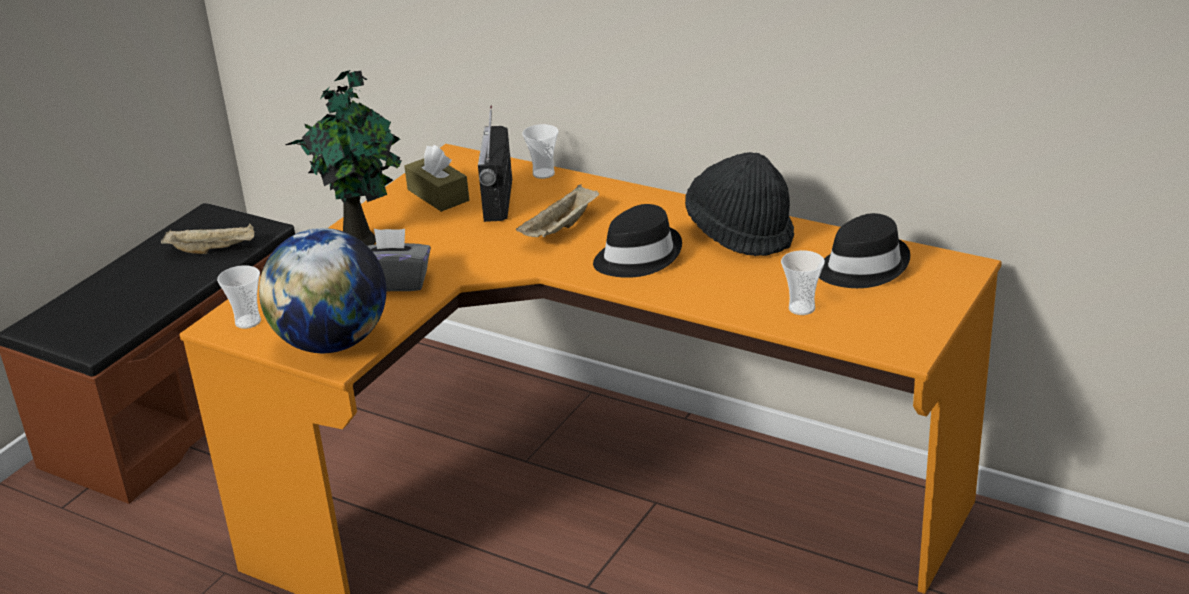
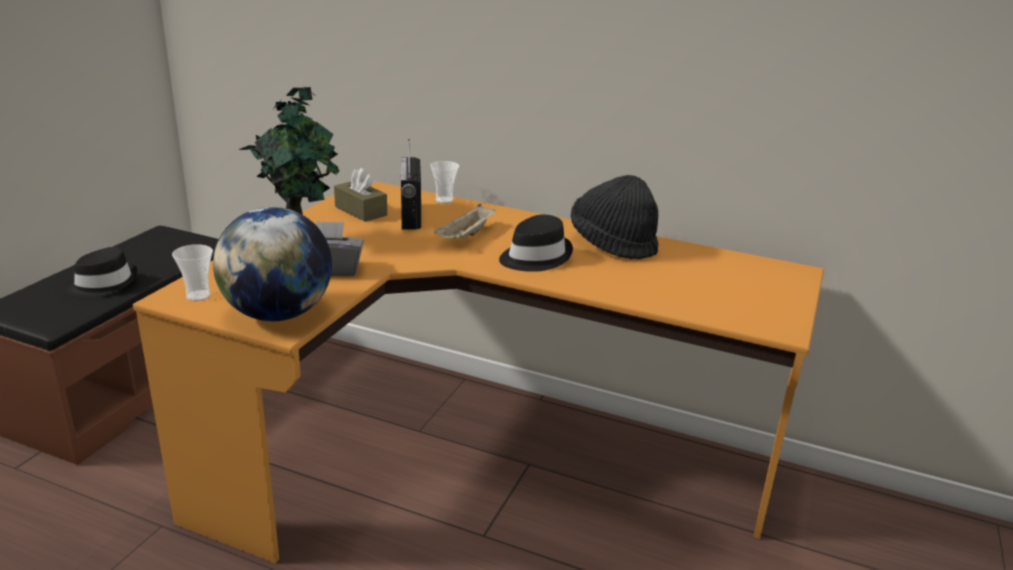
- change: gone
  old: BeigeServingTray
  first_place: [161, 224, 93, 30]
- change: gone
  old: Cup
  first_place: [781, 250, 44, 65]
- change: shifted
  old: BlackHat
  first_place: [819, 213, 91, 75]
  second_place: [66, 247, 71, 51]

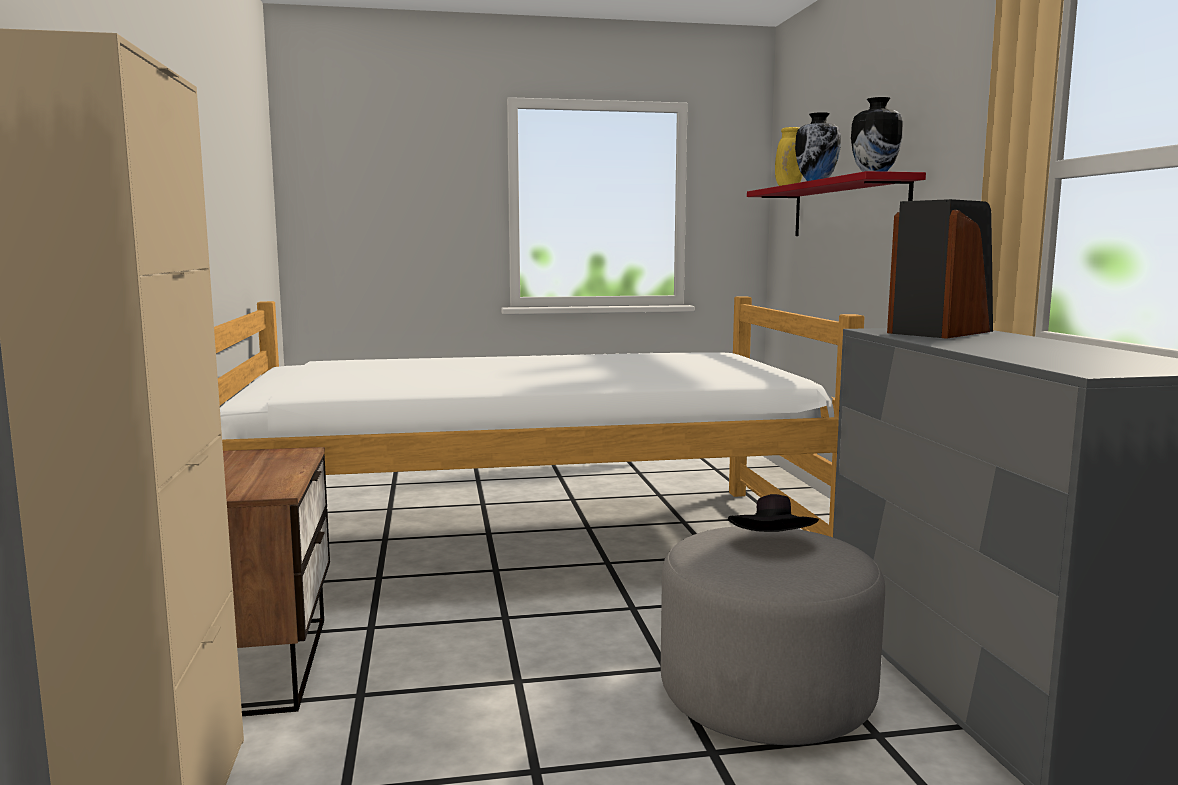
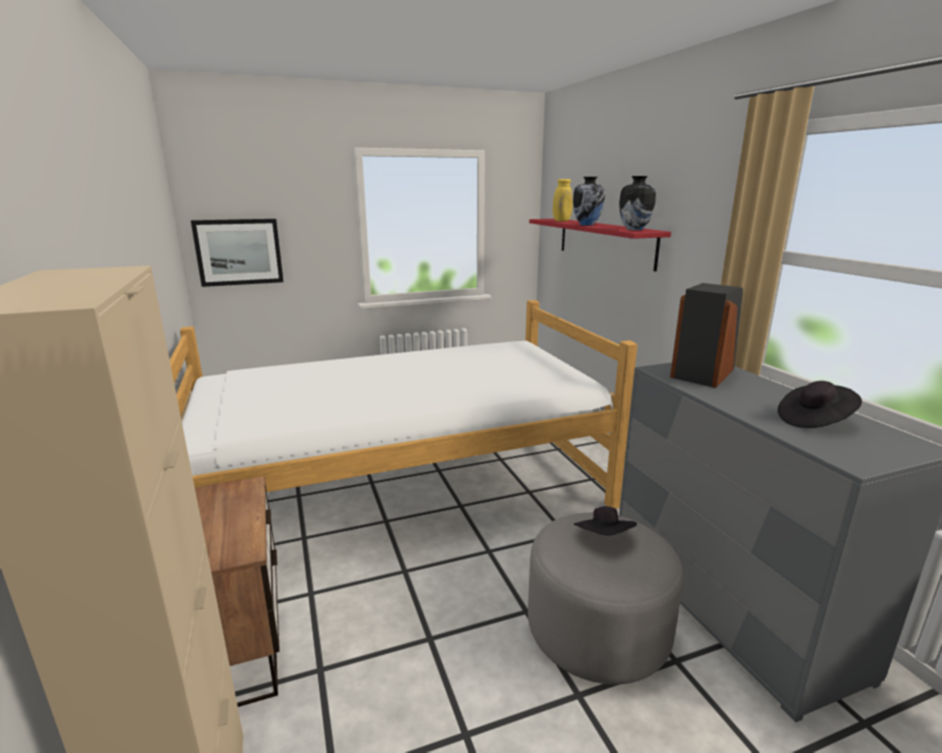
- change: new
  new: WallArt
  second_place: [191, 219, 93, 68]
- change: new
  new: BlackHat
  second_place: [778, 381, 84, 47]

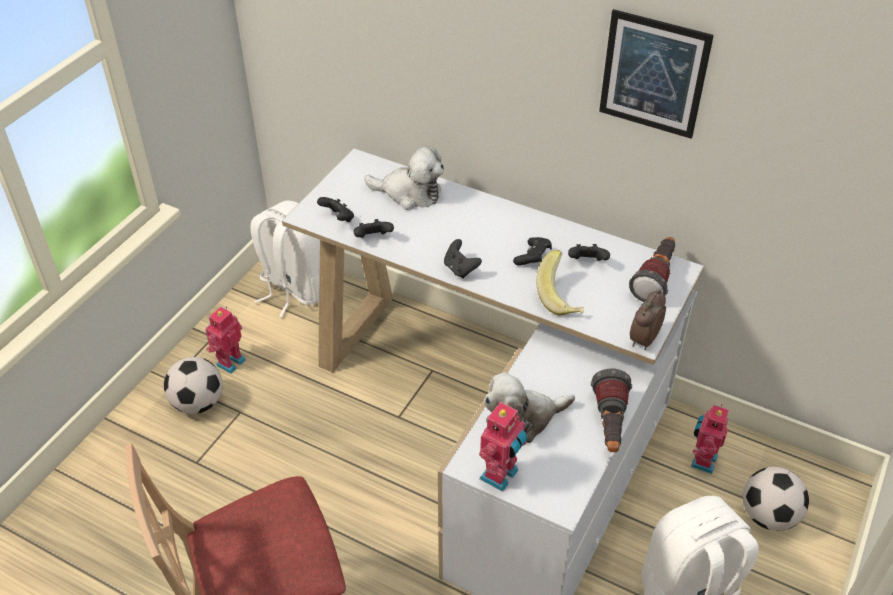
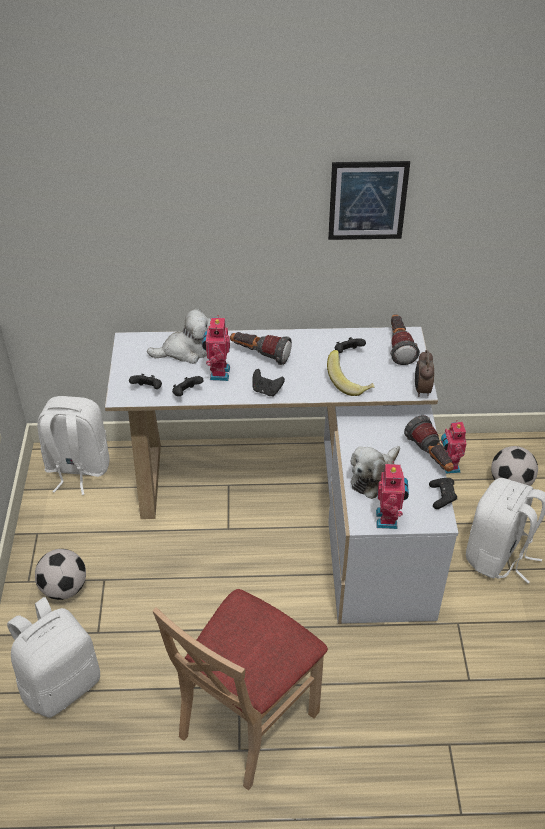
- change: new
  new: WhiteColouredKnapsack
  second_place: [7, 597, 93, 121]
- change: new
  new: Flashlight
  second_place: [230, 332, 62, 33]
- change: shifted
  old: ModelRobot
  first_place: [205, 307, 41, 67]
  second_place: [202, 315, 28, 66]
- change: shifted
  old: BlackJoypad
  first_place: [513, 237, 39, 29]
  second_place: [429, 478, 28, 31]

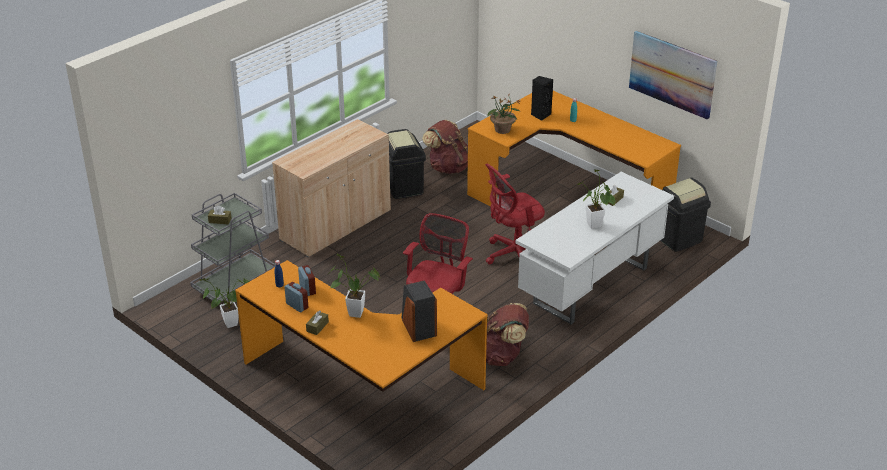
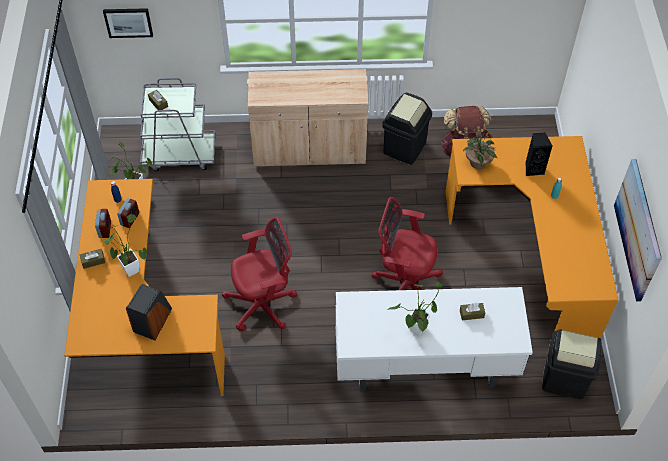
- change: gone
  old: BrownColouredKnapsack
  first_place: [486, 303, 43, 63]
- change: new
  new: WallArt
  second_place: [103, 8, 50, 30]

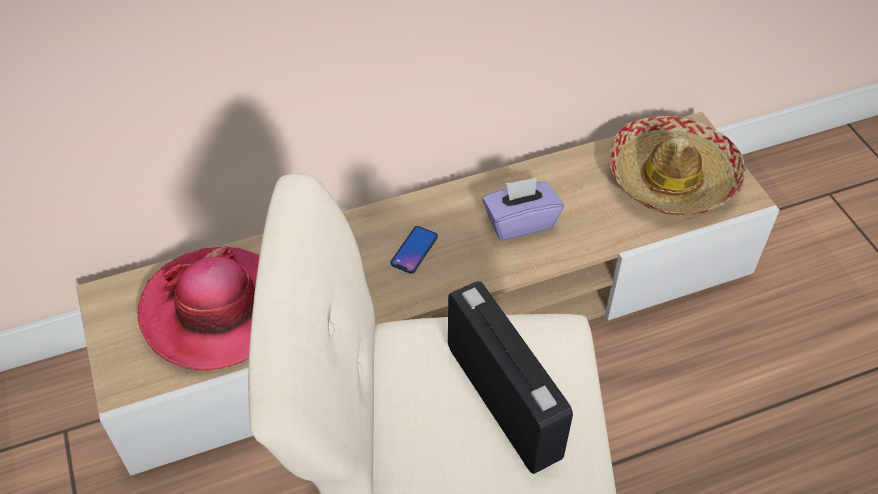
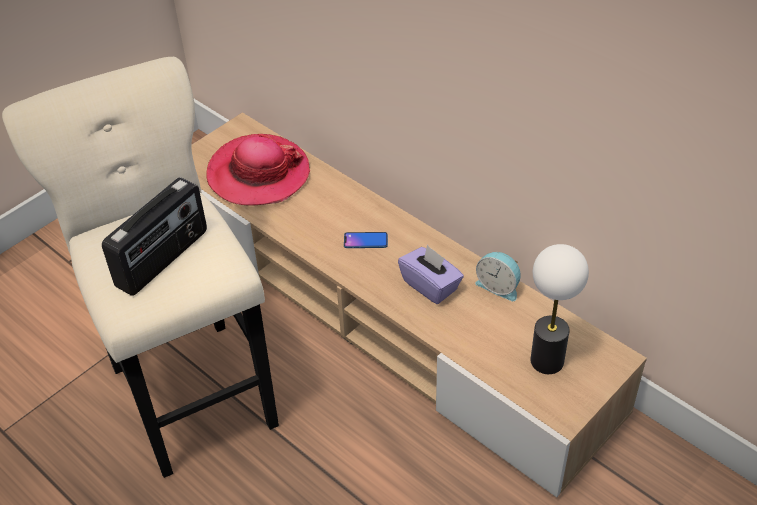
- change: new
  new: AlarmClock
  second_place: [475, 252, 46, 49]
- change: swapped
  old: Hat
  new: TableLamp
  first_place: [609, 116, 137, 99]
  second_place: [530, 244, 59, 130]

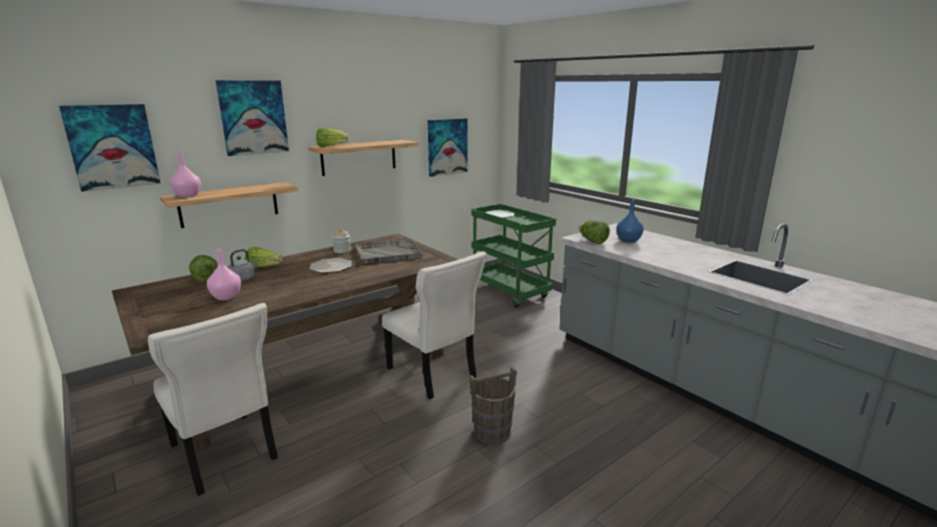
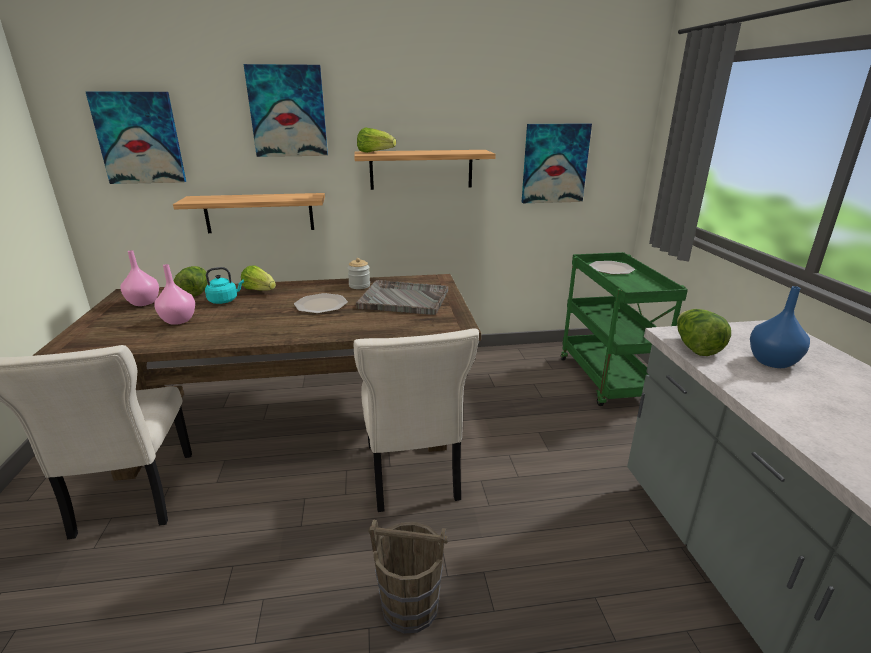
- change: shifted
  old: PinkDecorativeVase
  first_place: [170, 151, 31, 47]
  second_place: [121, 250, 38, 56]
- change: repainted
  old: GreyishKettle
  new: TurquoiseKettle
  first_place: [227, 249, 32, 32]
  second_place: [205, 267, 39, 37]

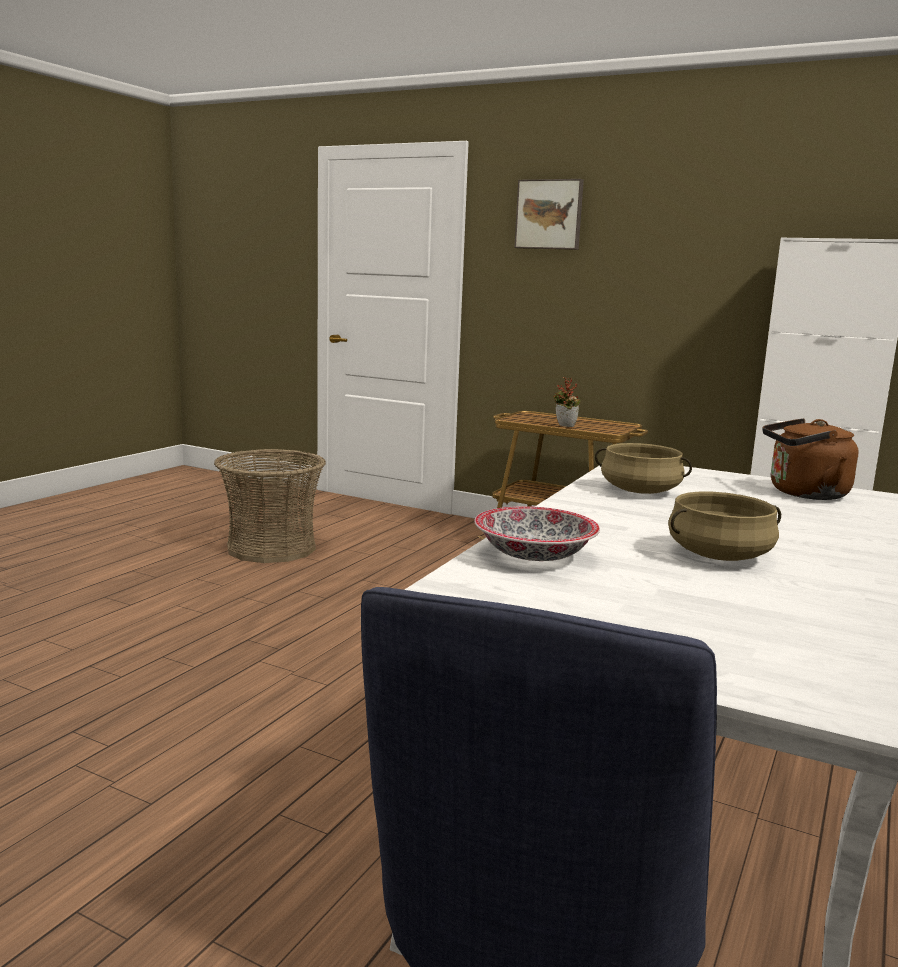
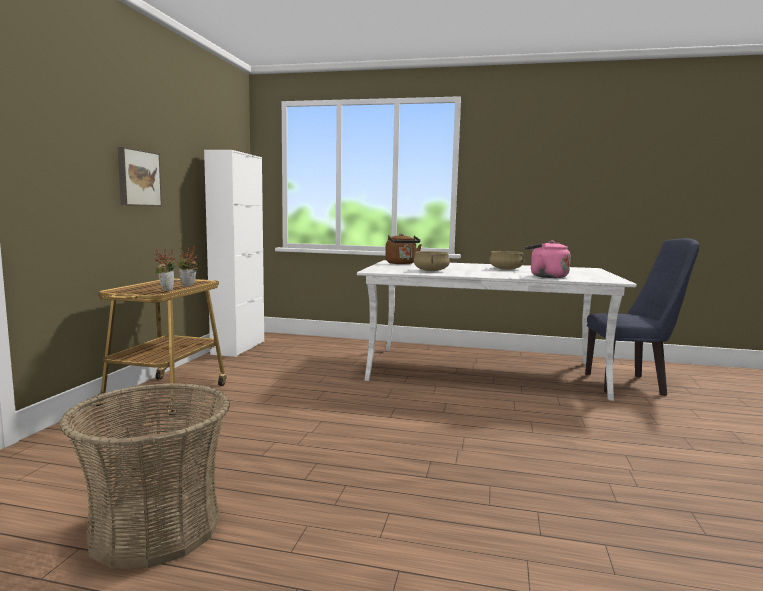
- change: new
  new: Houseplant
  second_place: [154, 247, 21, 44]
- change: shifted
  old: WallArt
  first_place: [514, 179, 70, 71]
  second_place: [118, 147, 44, 59]
- change: swapped
  old: ServingBowl
  new: PinkKettle
  first_place: [474, 506, 126, 55]
  second_place: [525, 240, 46, 38]

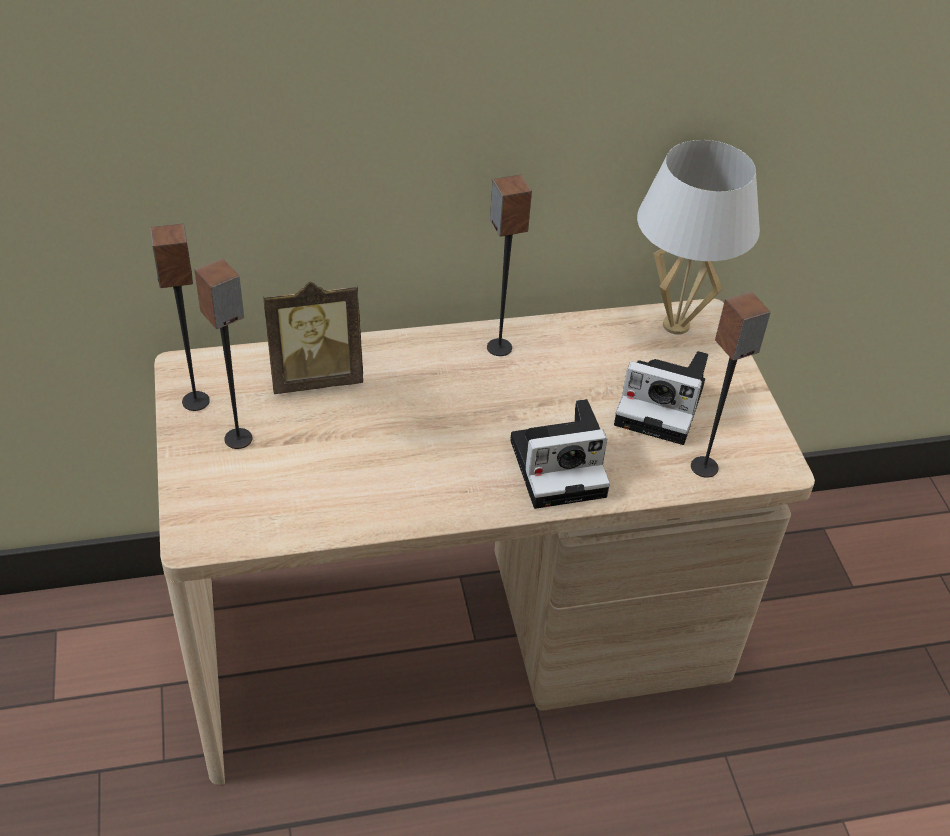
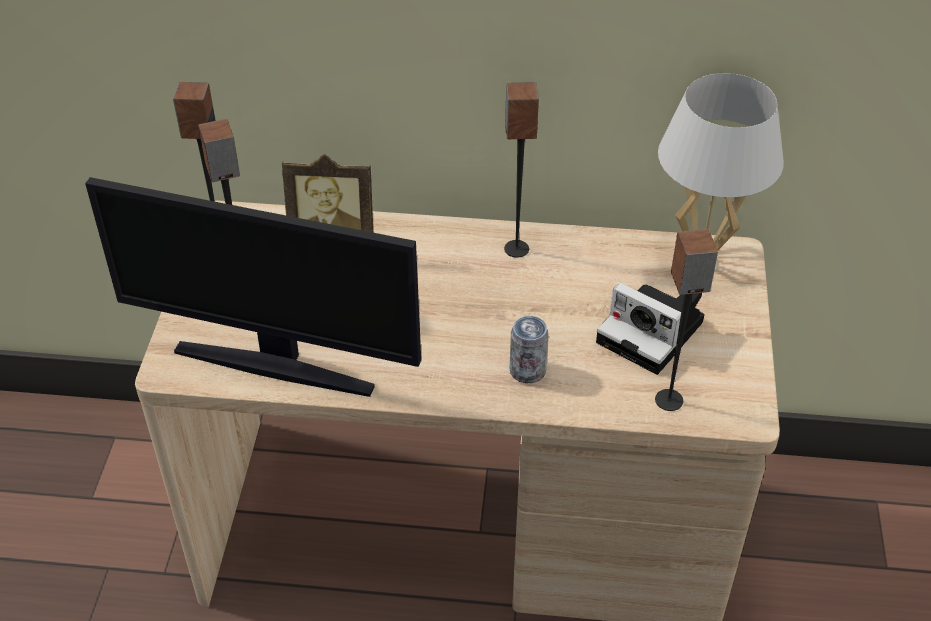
- change: new
  new: ComputerScreen
  second_place: [85, 177, 336, 220]
- change: swapped
  old: PhotoCamera
  new: MetalCan
  first_place: [510, 399, 100, 110]
  second_place: [510, 316, 39, 67]

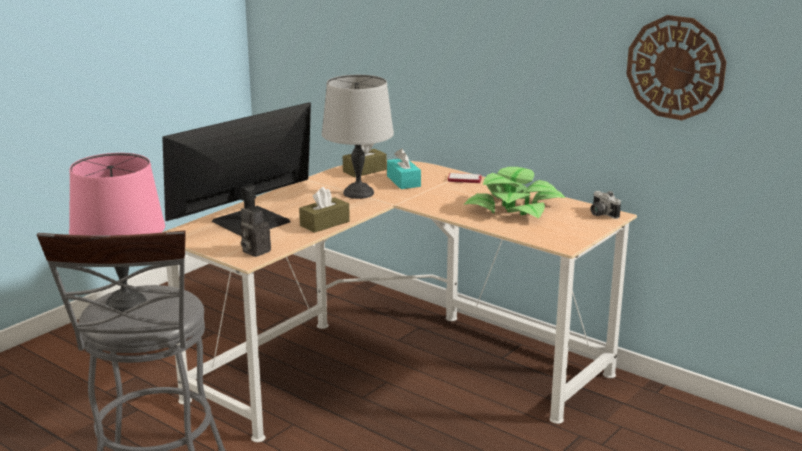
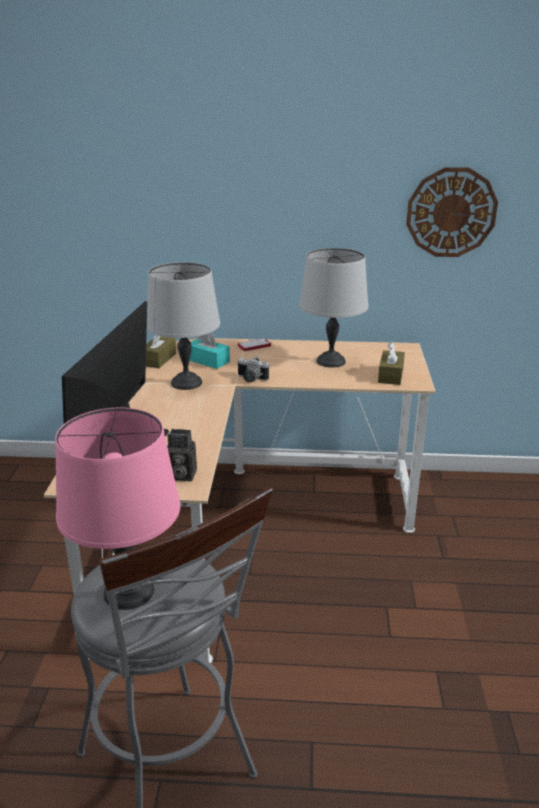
- change: shifted
  old: BrownColouredTissueBox
  first_place: [299, 187, 51, 46]
  second_place: [378, 342, 27, 43]
- change: shifted
  old: PhotoCamera
  first_place: [591, 191, 30, 28]
  second_place: [238, 356, 31, 26]
- change: swapped
  old: Houseplant
  new: GreyishTableLamp
  first_place: [464, 167, 102, 52]
  second_place: [299, 248, 69, 120]

